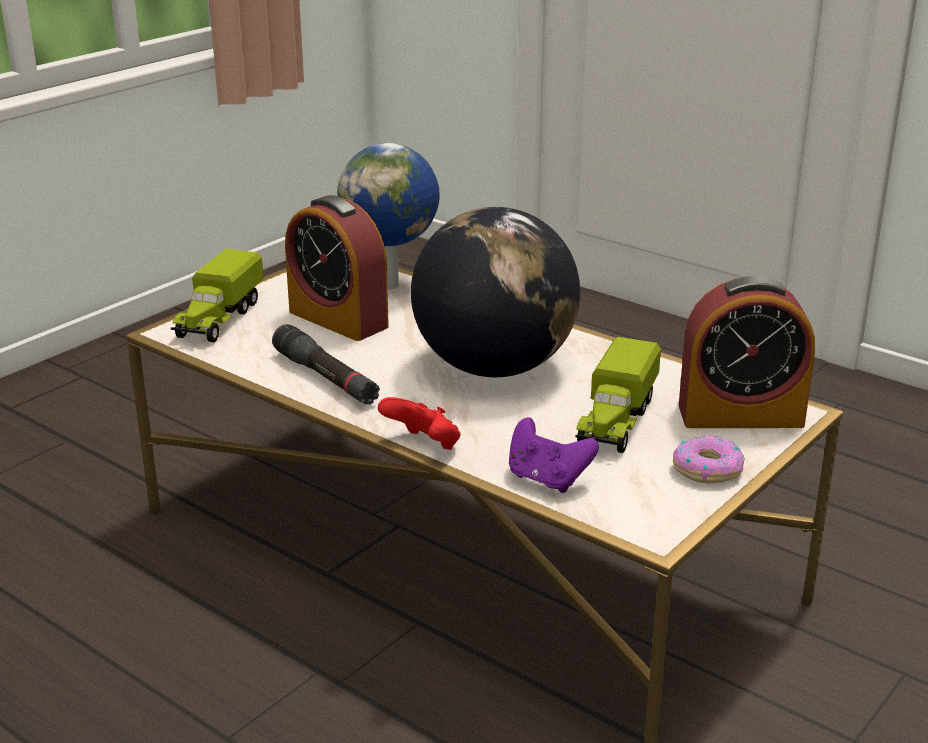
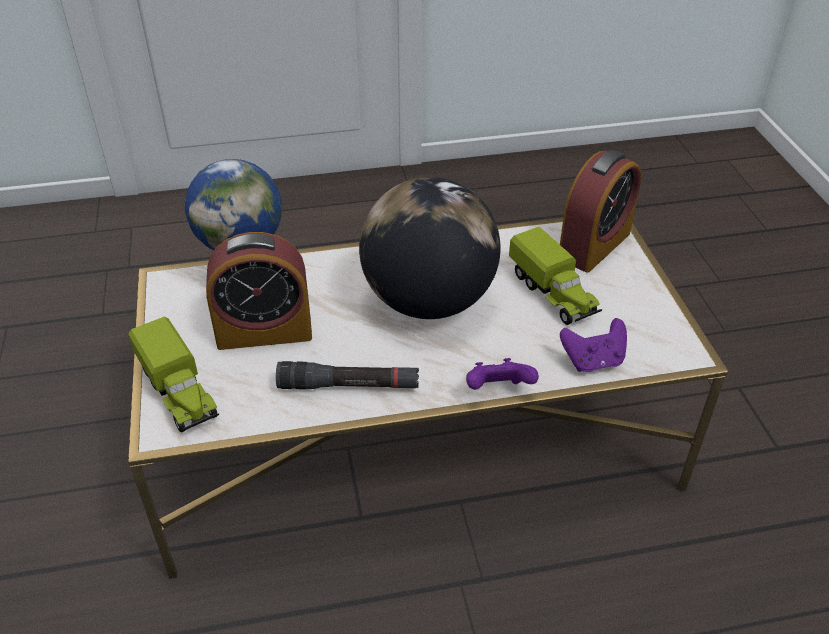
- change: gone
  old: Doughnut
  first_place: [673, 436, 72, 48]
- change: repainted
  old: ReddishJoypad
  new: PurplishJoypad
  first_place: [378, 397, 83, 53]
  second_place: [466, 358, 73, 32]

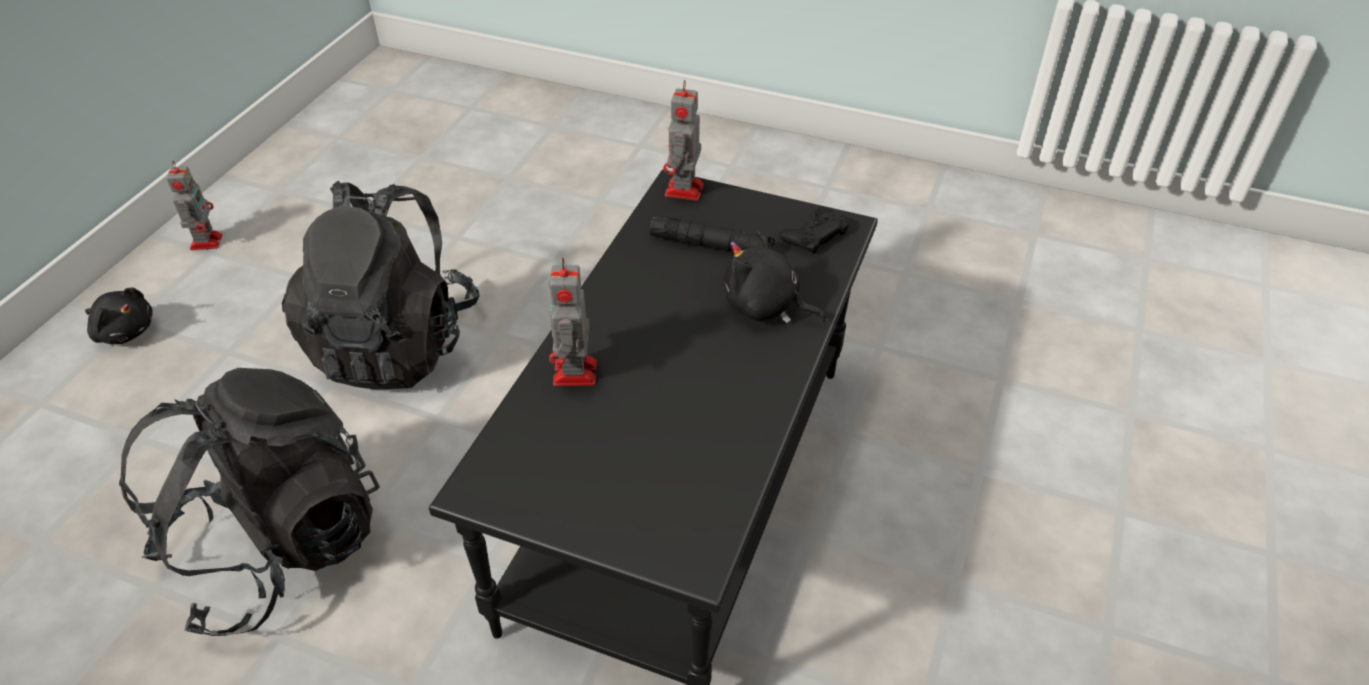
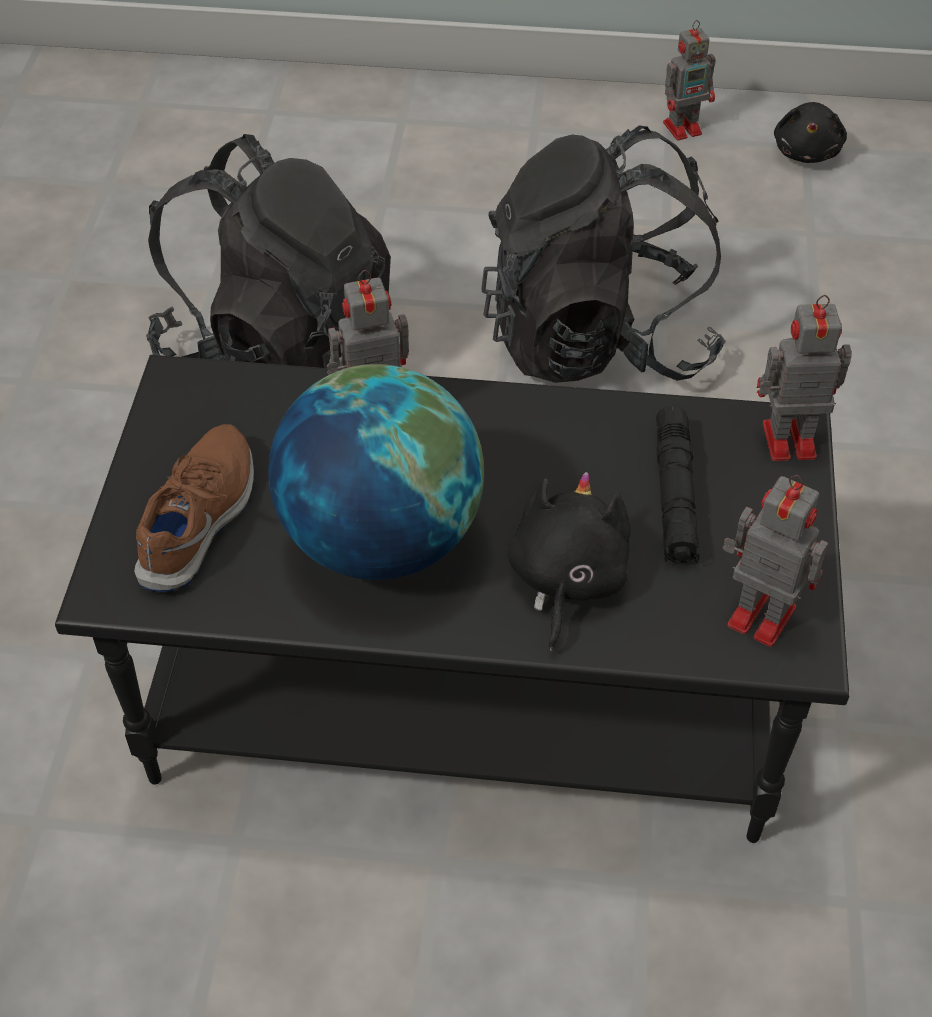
- change: new
  new: BrownColouredItemOfFootwear
  second_place: [134, 424, 120, 168]
- change: new
  new: WorldGlobe
  second_place: [268, 364, 216, 216]
- change: shifted
  old: BlackSoftToy
  first_place: [85, 288, 68, 56]
  second_place: [774, 102, 73, 61]
- change: swapped
  old: BlackJoypad
  new: ModelRobot
  first_place: [779, 207, 70, 47]
  second_place: [723, 475, 105, 172]

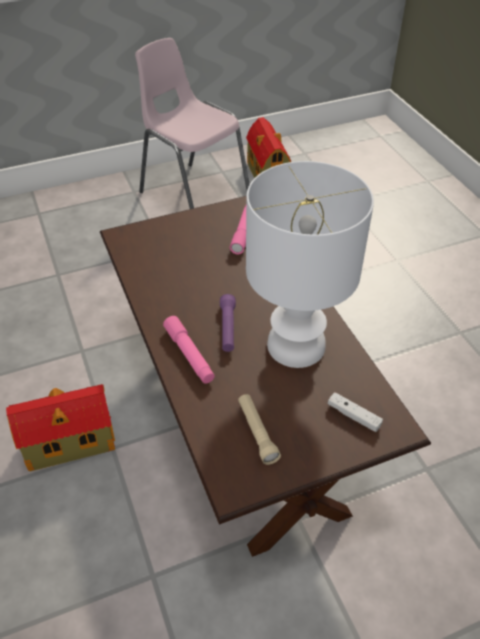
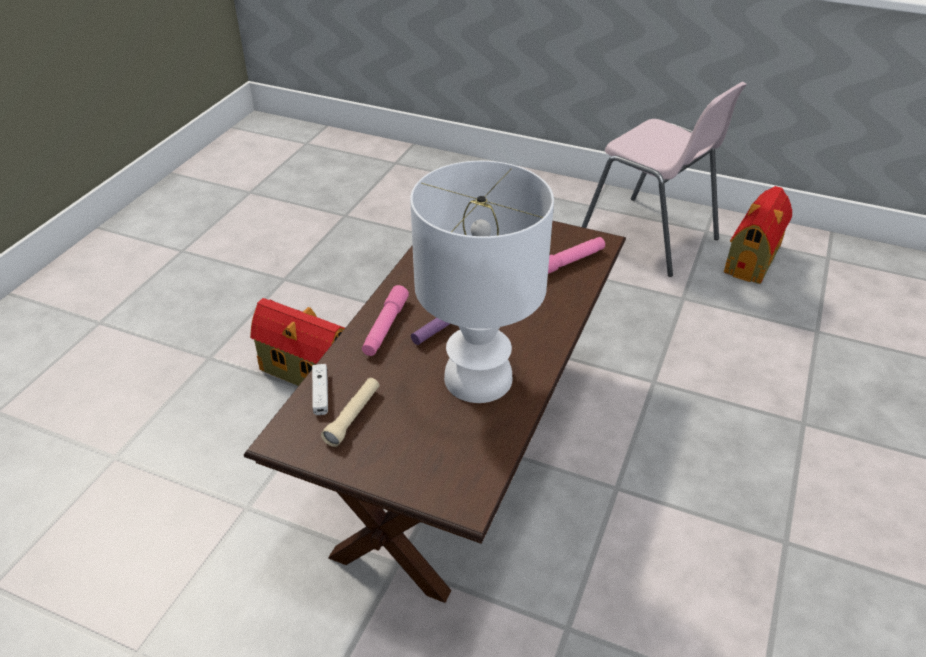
- change: shifted
  old: WhiteColouredJoypad
  first_place: [328, 392, 55, 40]
  second_place: [312, 364, 16, 51]
- change: rotated
  old: PinkChair
  first_place: [135, 38, 115, 171]
  second_place: [582, 82, 165, 195]
  degrees: 135

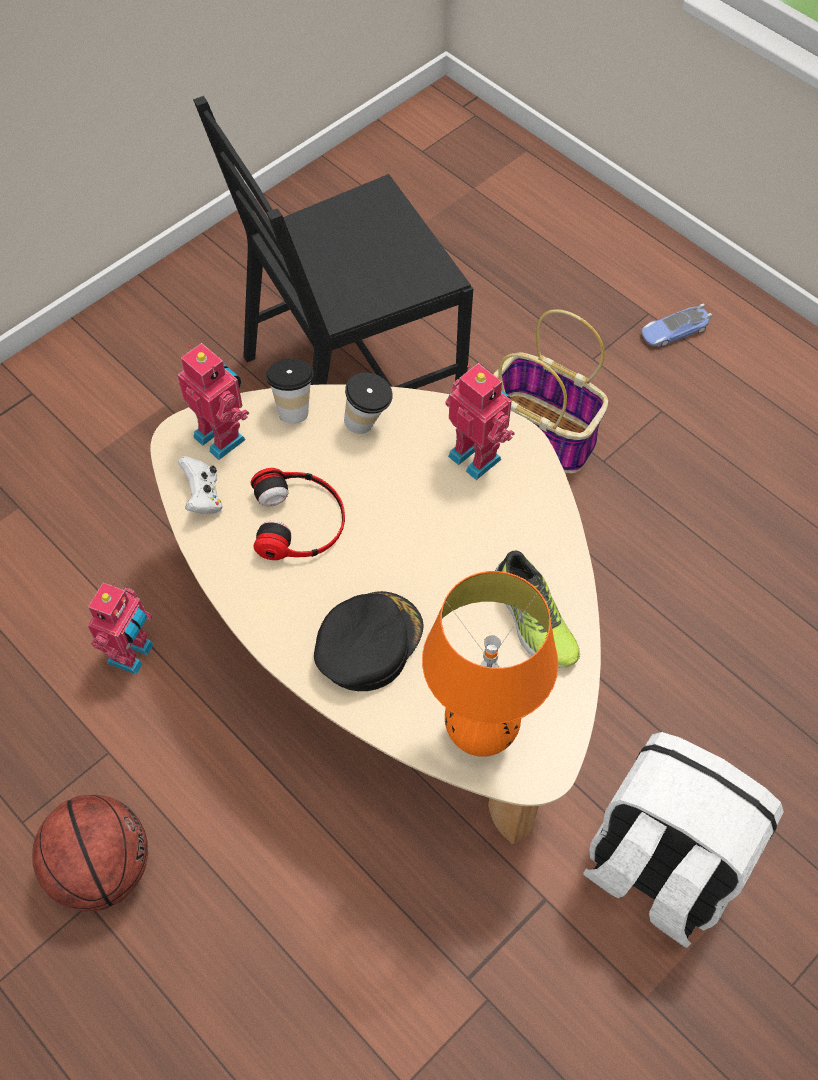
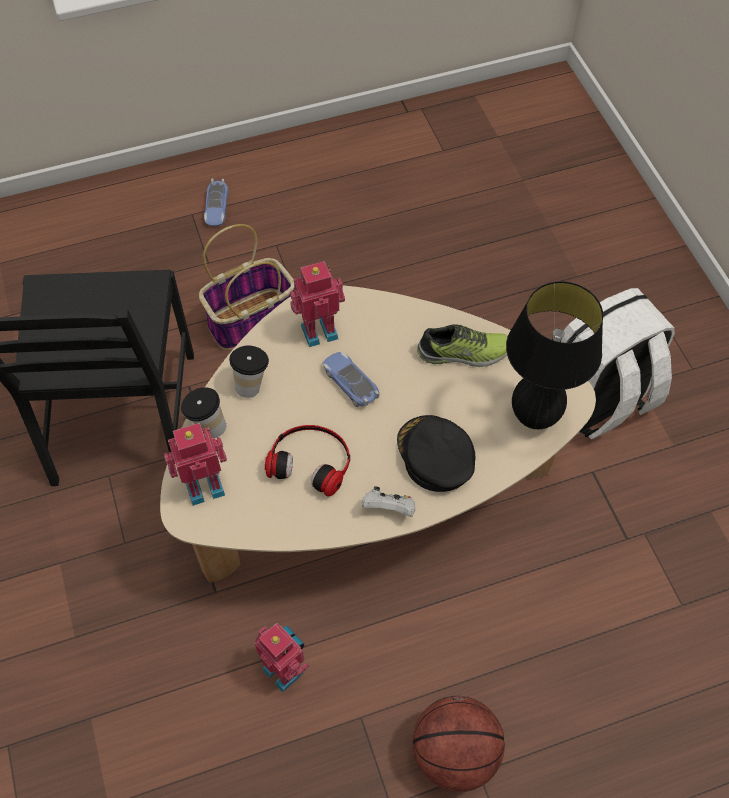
- change: new
  new: ModelCar
  second_place: [322, 352, 57, 55]
- change: shifted
  old: WhiteColouredJoypad
  first_place: [178, 456, 44, 58]
  second_place: [362, 486, 53, 31]
- change: repainted
  old: OrangeTableLamp
  new: BlackTableLamp
  first_place: [422, 571, 136, 186]
  second_place: [506, 281, 97, 148]

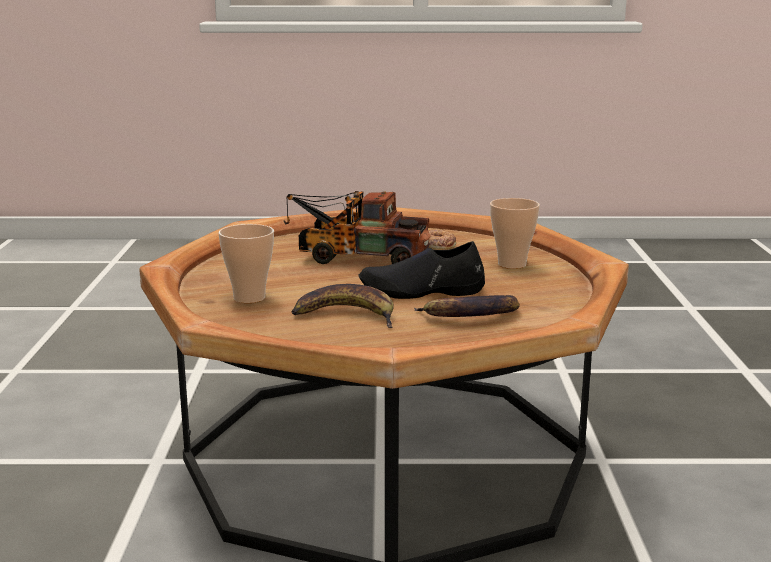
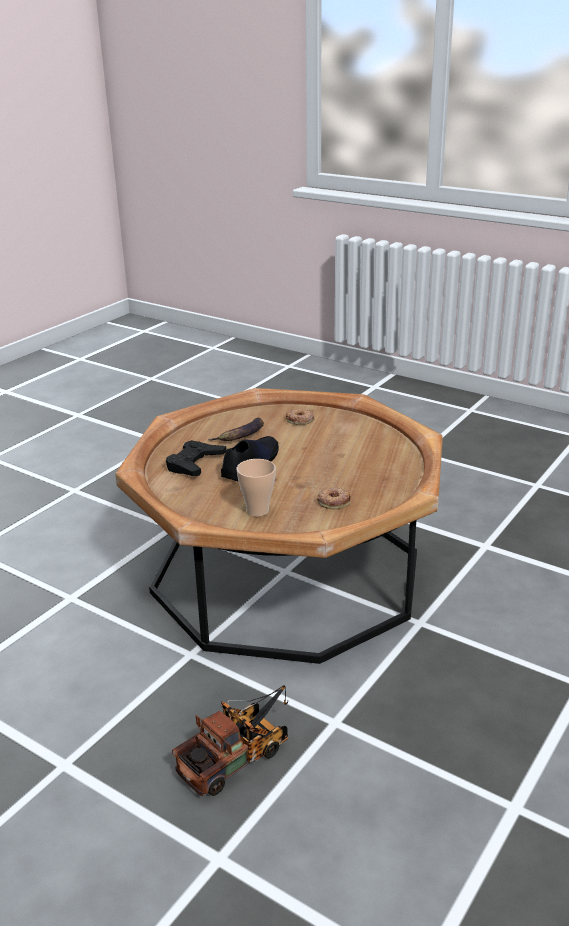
- change: shifted
  old: ModelTruck
  first_place: [284, 191, 147, 73]
  second_place: [172, 685, 116, 111]
- change: swapped
  old: Cup
  new: Doughnut
  first_place: [219, 224, 55, 79]
  second_place: [286, 409, 28, 16]
- change: swapped
  old: WholeBanana
  new: BlackJoypad
  first_place: [414, 295, 106, 22]
  second_place: [166, 440, 60, 36]

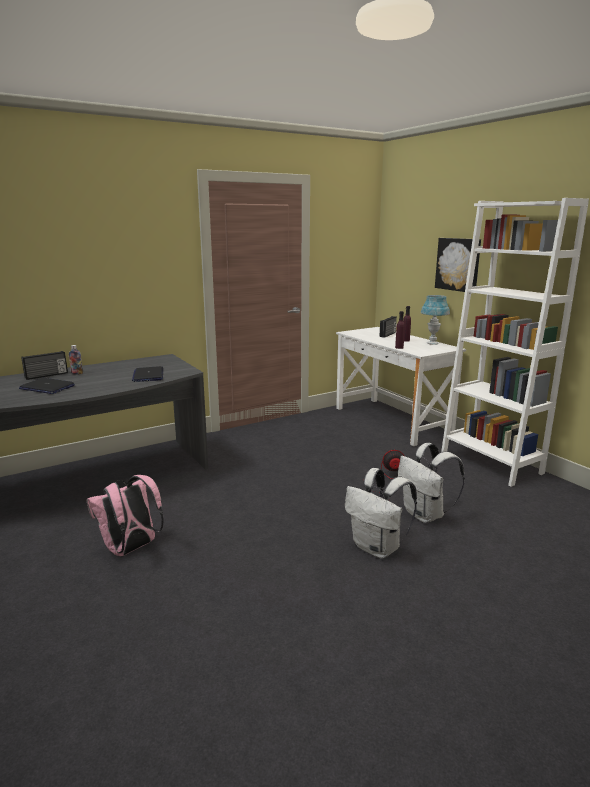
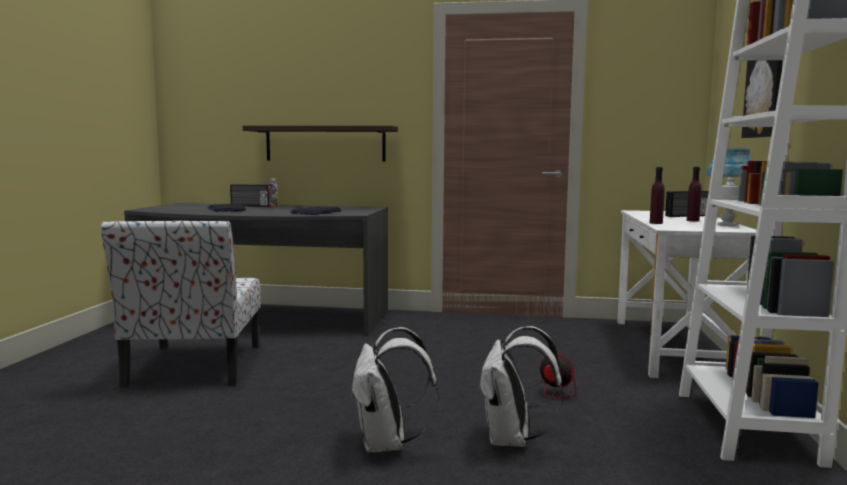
- change: new
  new: BracketShelf
  second_place: [243, 126, 155, 36]
- change: swapped
  old: PinkKnapsack
  new: Chair
  first_place: [87, 475, 77, 81]
  second_place: [101, 221, 160, 167]

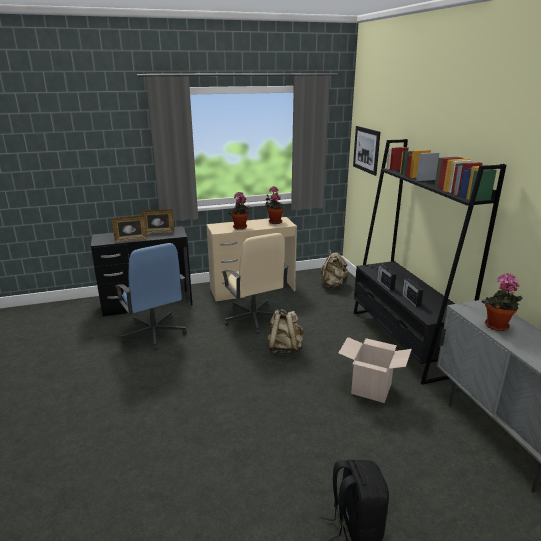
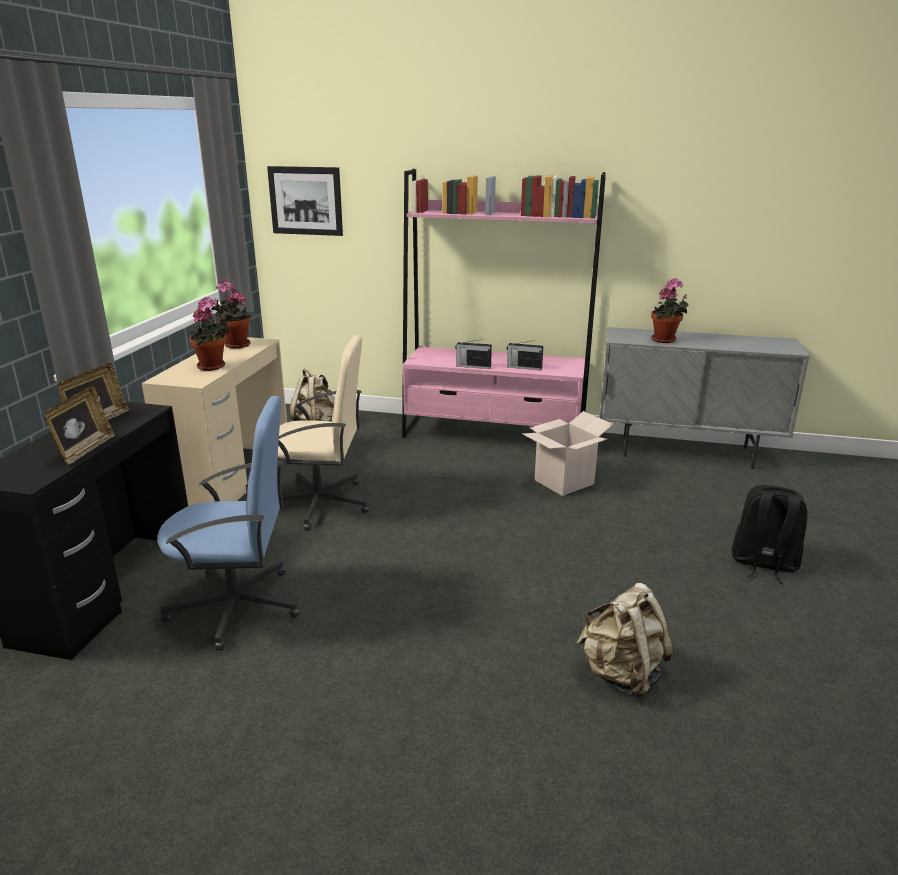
- change: shifted
  old: BeigeKnapsack
  first_place: [268, 309, 36, 46]
  second_place: [576, 583, 98, 116]
- change: repainted
  old: BlackBookcase
  new: PinkBookcase
  first_place: [354, 139, 152, 246]
  second_place: [402, 169, 204, 269]

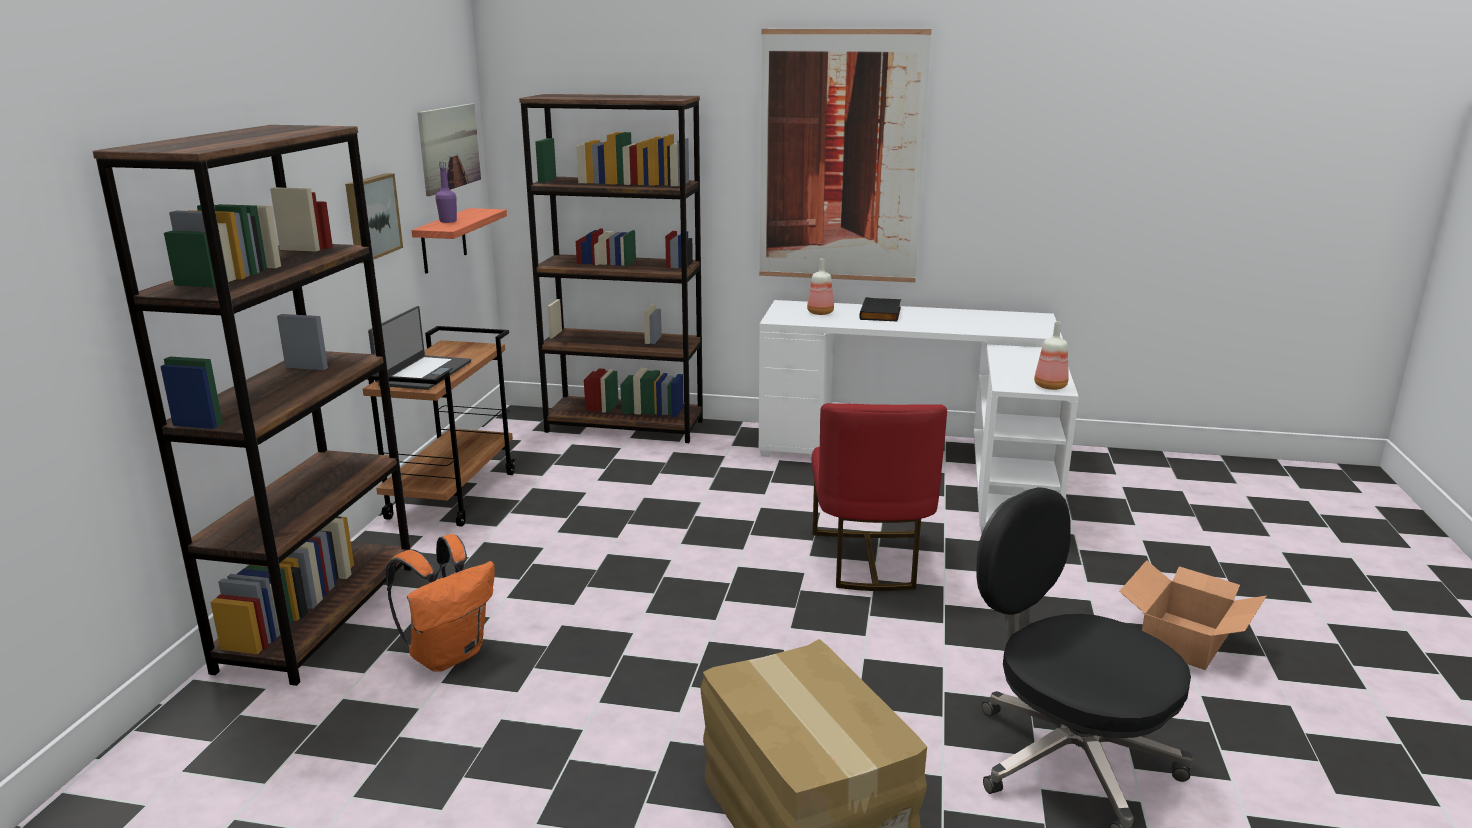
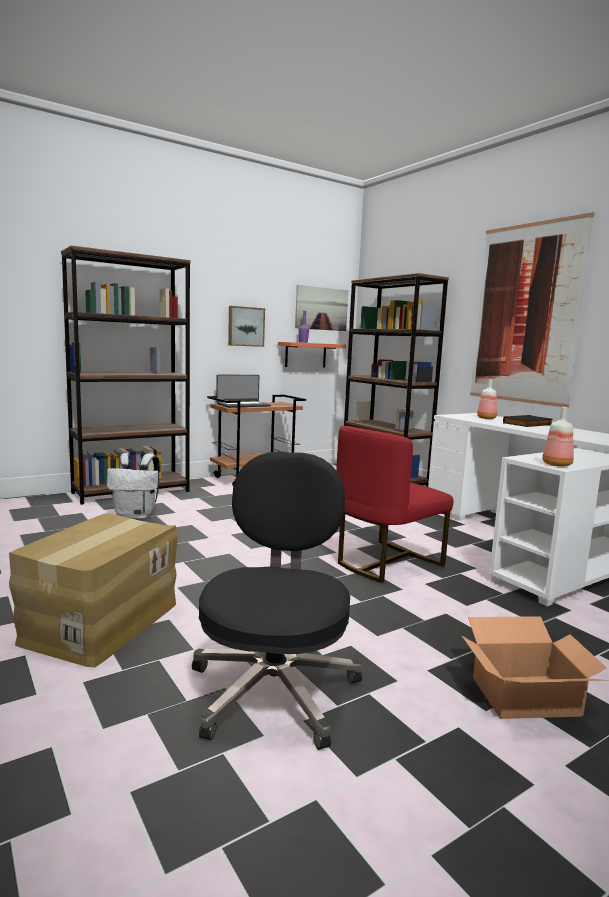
- change: repainted
  old: OrangeKnapsack
  new: WhiteColouredKnapsack
  first_place: [386, 534, 109, 138]
  second_place: [107, 453, 53, 66]

